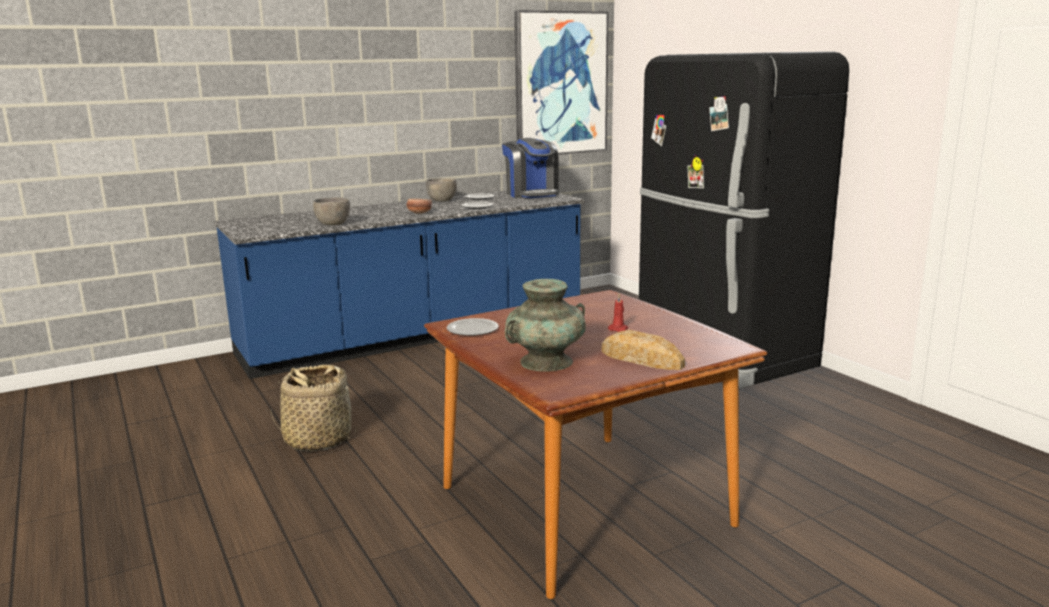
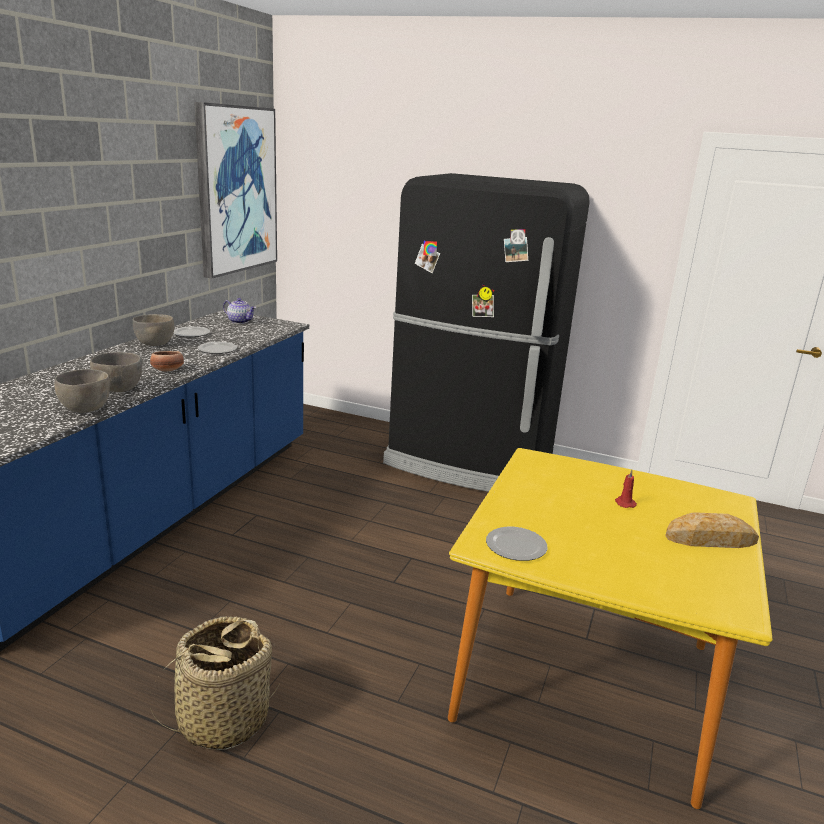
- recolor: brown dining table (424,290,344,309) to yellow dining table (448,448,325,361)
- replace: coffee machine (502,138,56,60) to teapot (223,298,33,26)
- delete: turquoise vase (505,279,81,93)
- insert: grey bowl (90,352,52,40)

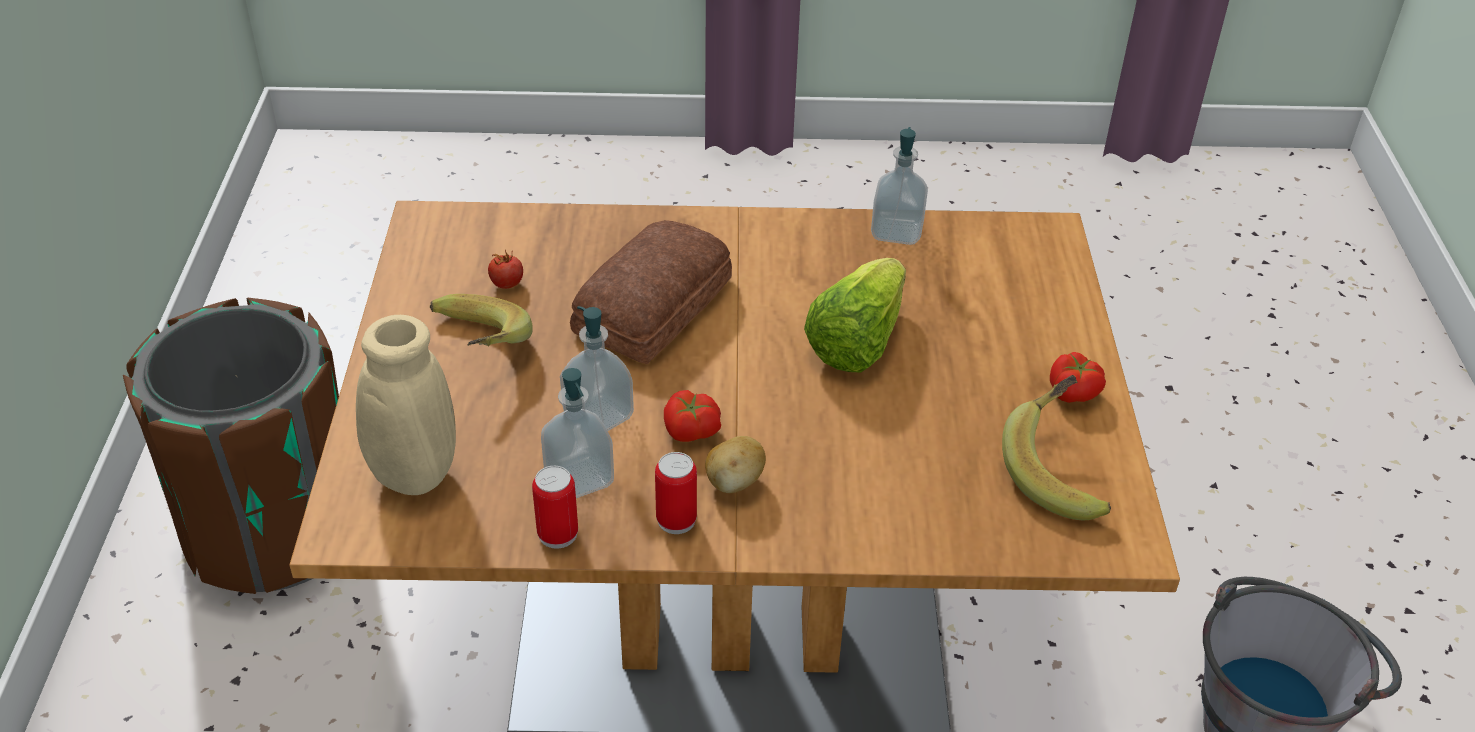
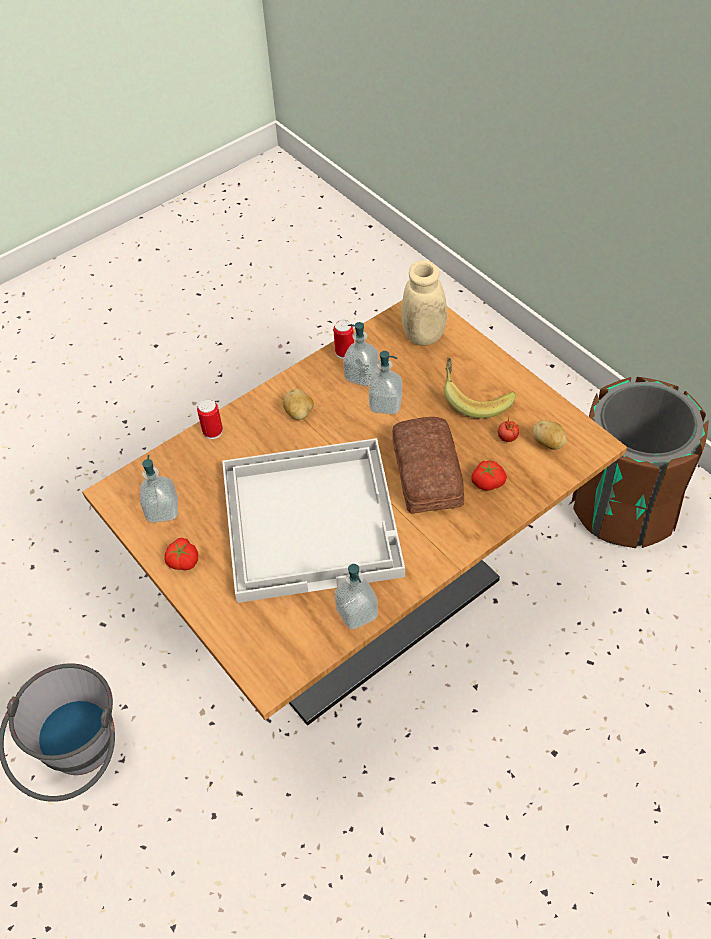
- move: can (655,452,42,82) to (197,399,26,40)
- move: tomato (664,390,57,52) to (471,461,36,29)
- replace: lettuce (804,258,102,115) to white tray (222,438,183,165)
- replace: banana (1002,375,109,145) to soap dispenser (140,455,38,68)
- insert: potato (533,420,33,30)

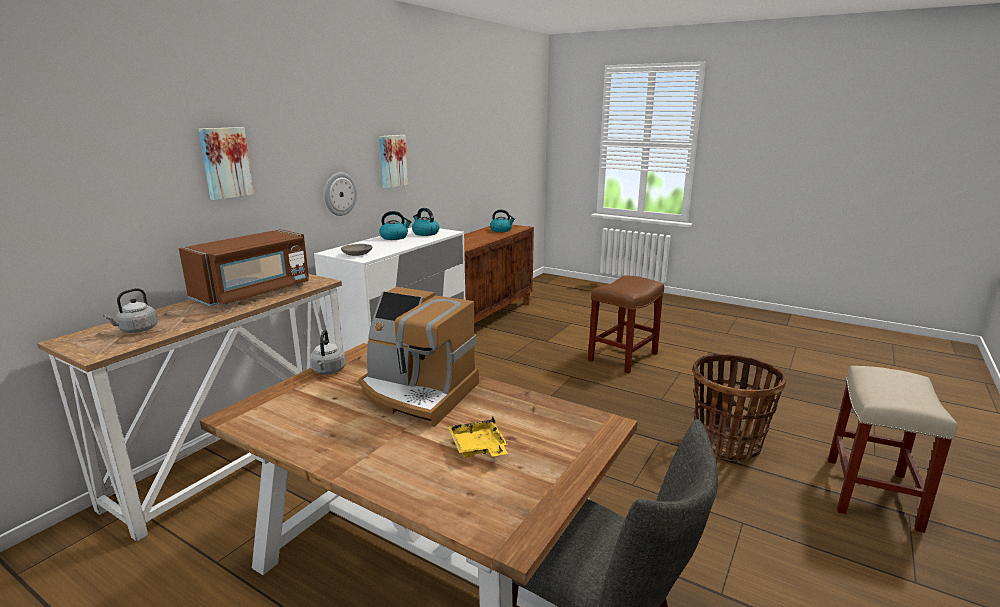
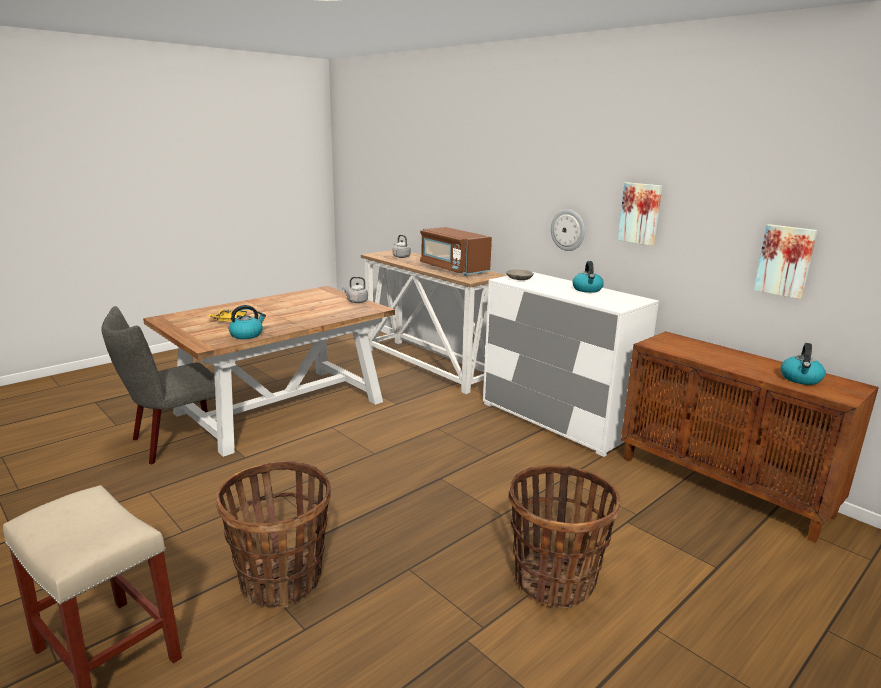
- move: picture (199,127,55,73) to (754,224,63,75)
- delete: coffee machine (359,287,120,140)
- move: kettle (412,208,27,28) to (229,305,37,34)
- replace: brown stool (588,276,76,98) to basket (508,465,113,143)

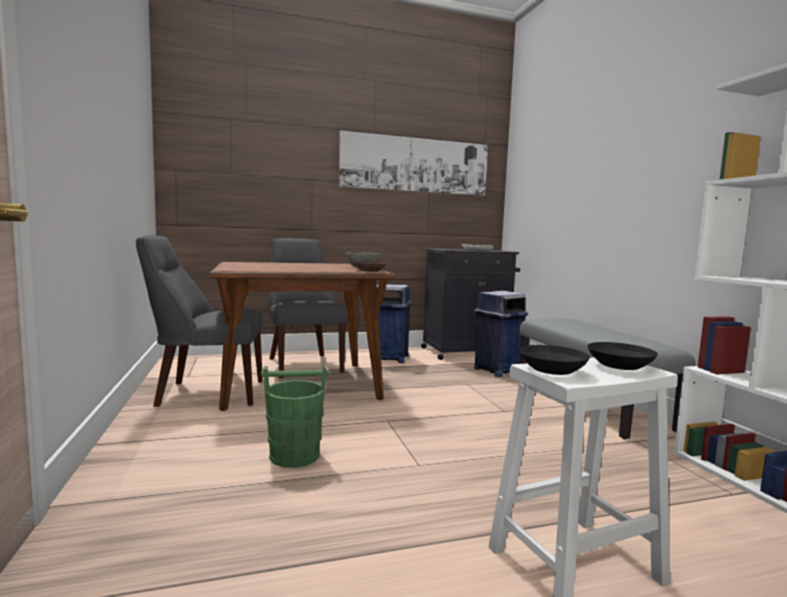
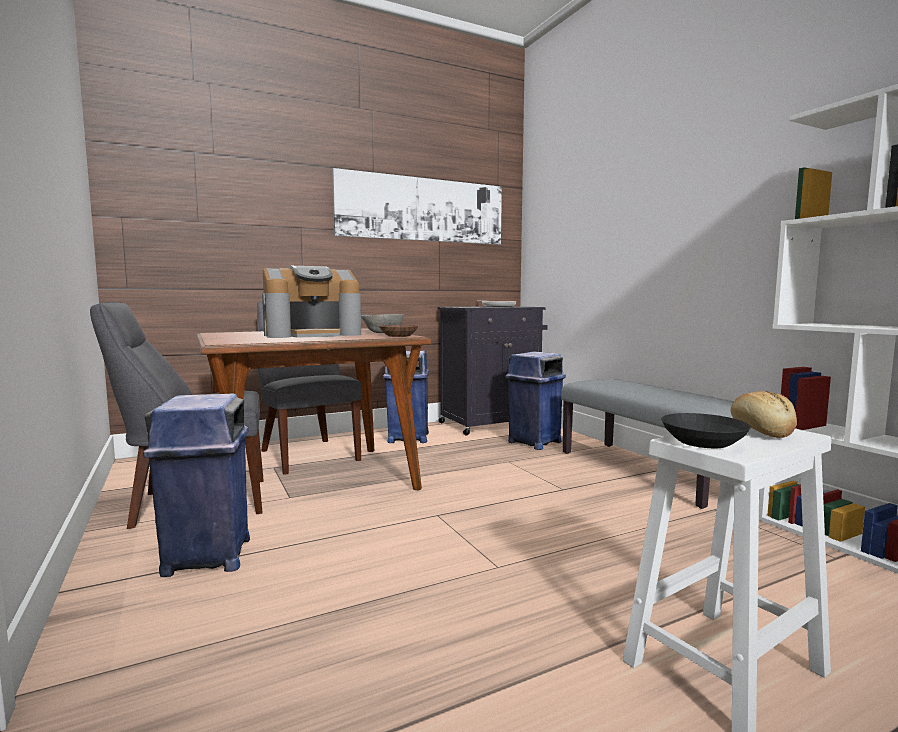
- delete: green bucket (261,365,68,103)
- replace: black bowl (587,342,71,28) to bread (731,391,66,47)
- insert: blue trash can (143,394,107,183)
- insert: coffee machine (262,266,99,72)

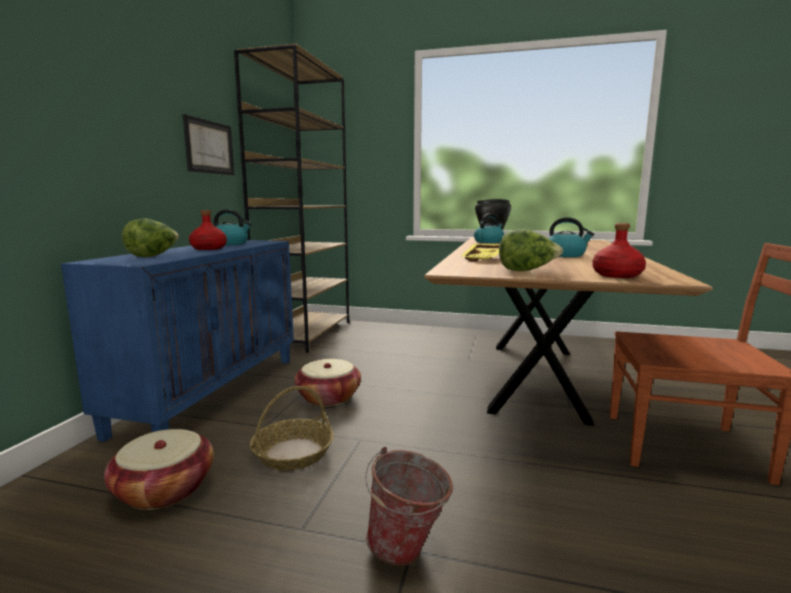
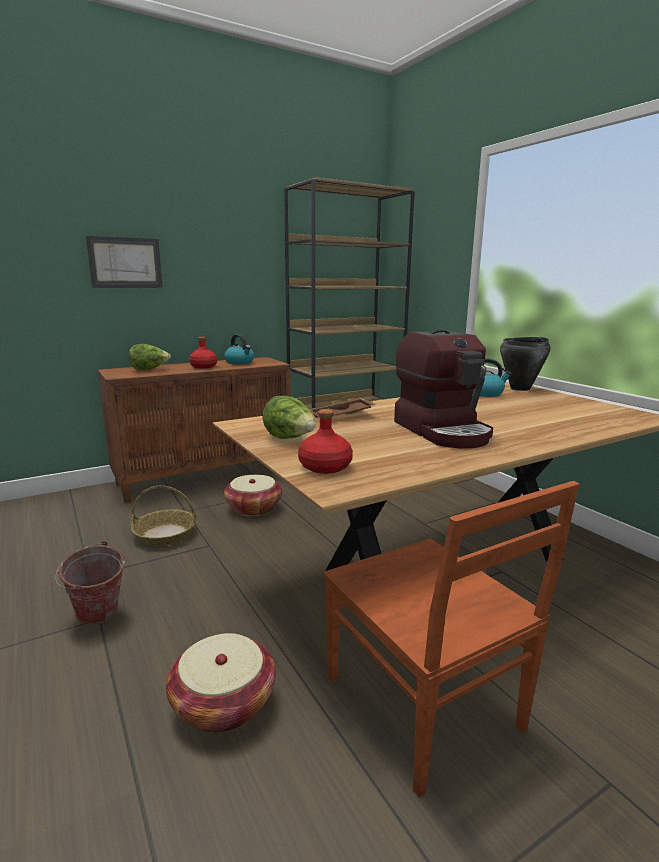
- recolor: blue cabinet (61,240,233,202) to brown cabinet (98,357,193,146)
- move: basket (104,429,110,81) to (166,633,110,100)
- move: picture (182,114,52,61) to (86,236,77,52)
- recolor: yellow tray (460,244,40,18) to brown tray (309,398,67,20)
- replace: kettle (548,217,46,40) to coffee machine (394,330,99,118)

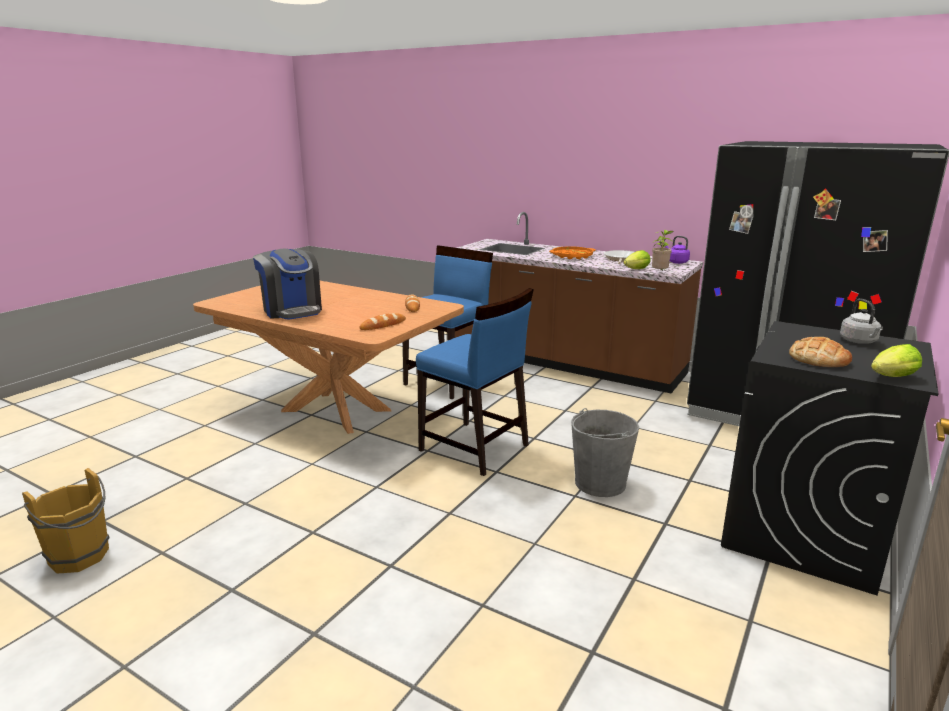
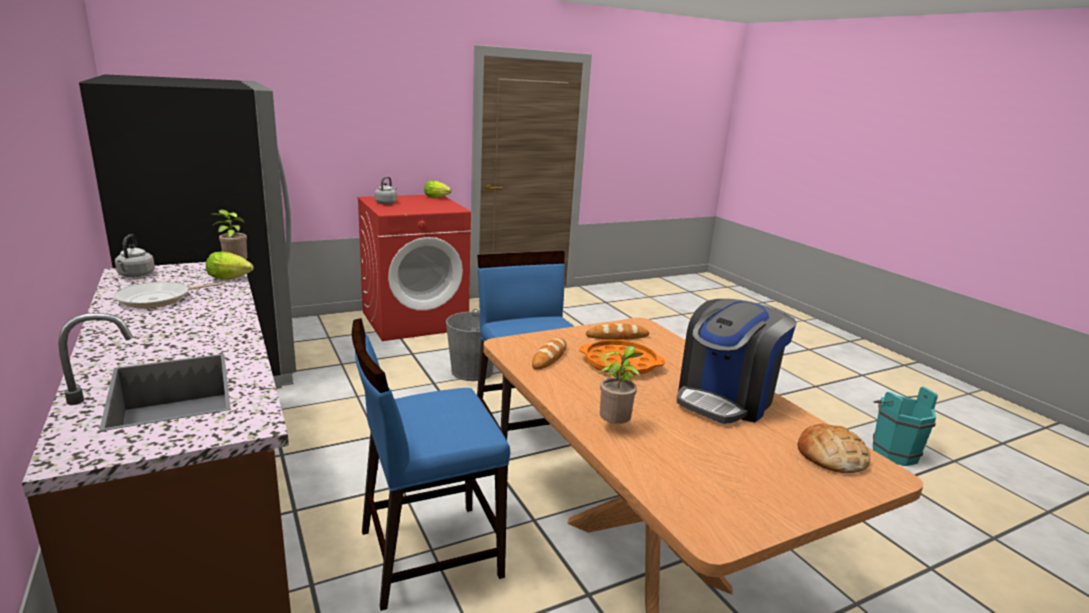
- recolor: brown bucket (22,468,87,105) to turquoise bucket (873,387,65,79)
- rotate: coffee machine (253,248,69,72) = (677,299,120,125) 135 degrees counterclockwise
- move: orange tray (549,246,47,13) to (579,340,86,36)
- recolor: purple kettle (665,236,25,28) to grey kettle (115,234,40,43)
- recolor: black washing machine (721,321,218,275) to red washing machine (357,195,114,146)
- move: bread (789,337,63,30) to (797,423,73,50)
- insert: potted plant (600,346,42,78)

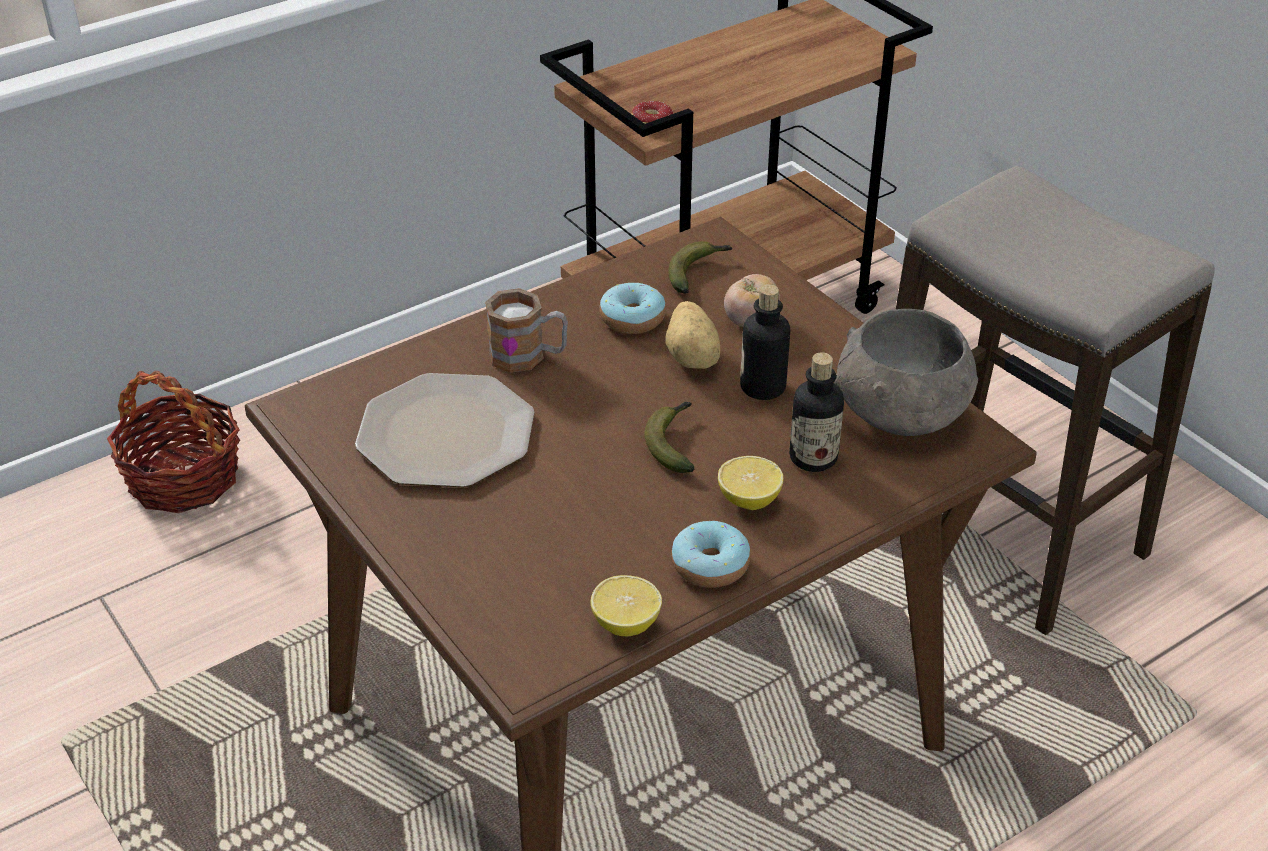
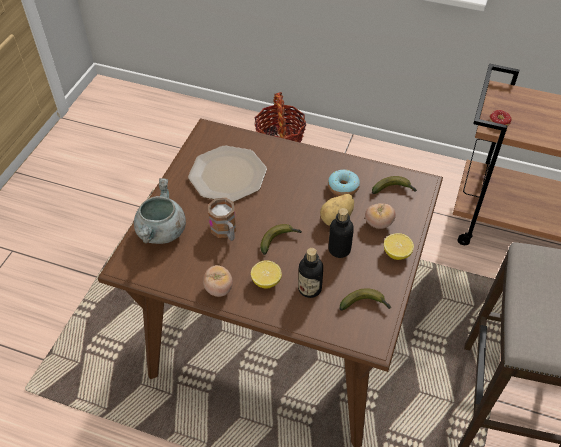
- move: mug (485,288,83,85) to (208,198,28,43)
- move: lemon (590,575,72,61) to (384,233,30,27)
- replace: donut (671,521,79,67) to tomato (203,265,30,32)
- replace: grey bowl (834,309,144,127) to banana (339,288,52,23)
- insert: grey cooking pot (134,178,52,66)

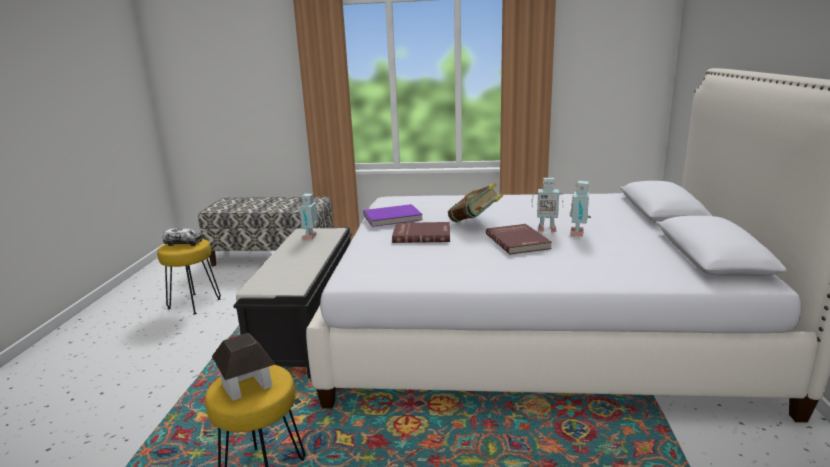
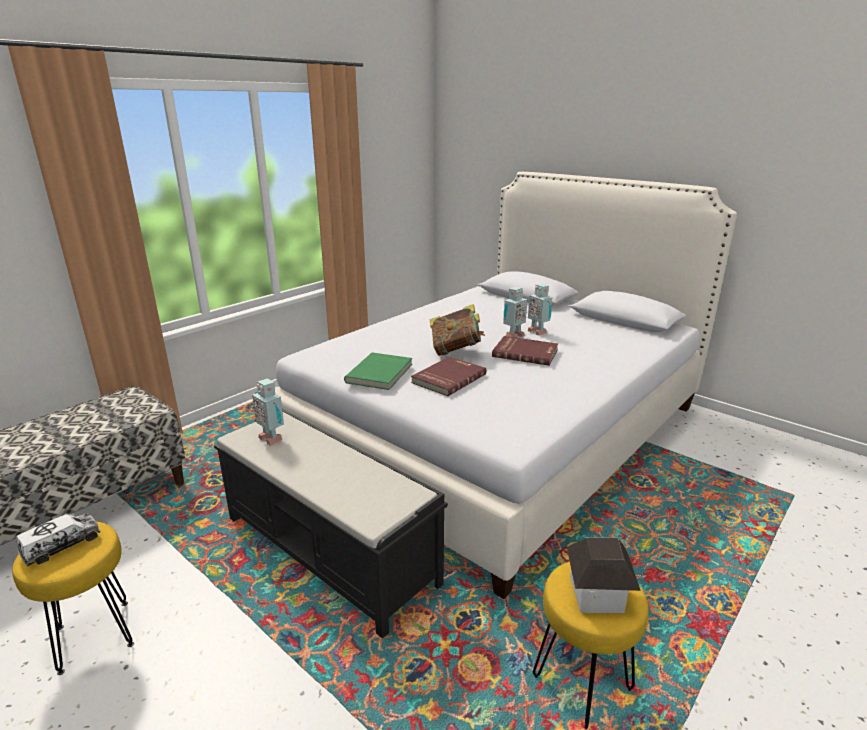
- recolor: purple book (363,204,60,23) to green book (344,352,68,38)

